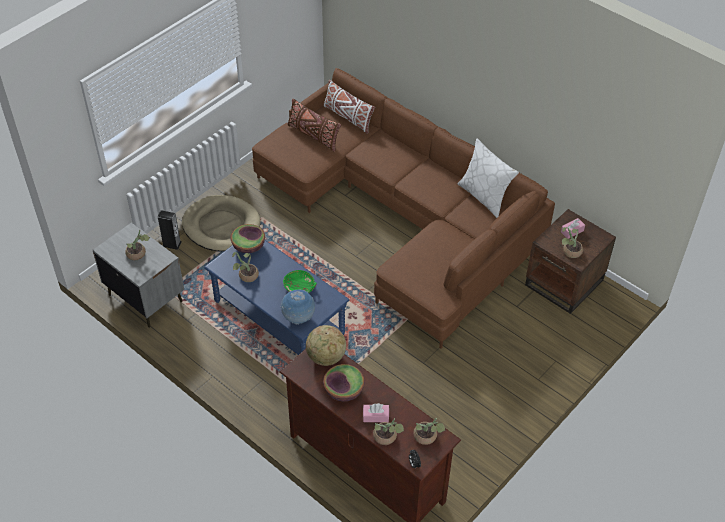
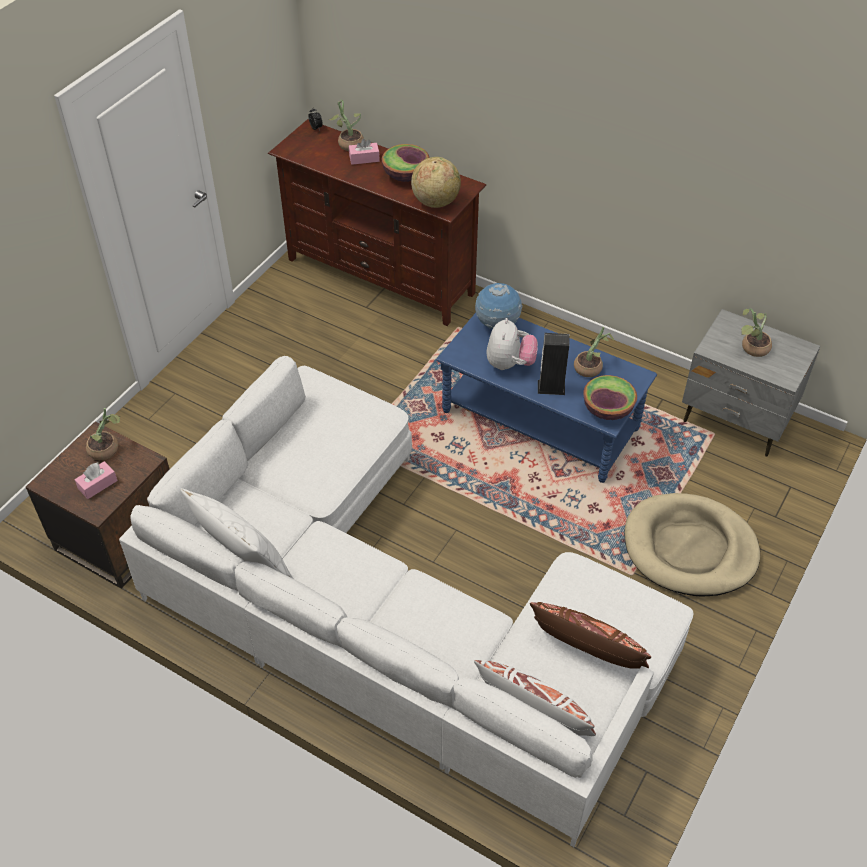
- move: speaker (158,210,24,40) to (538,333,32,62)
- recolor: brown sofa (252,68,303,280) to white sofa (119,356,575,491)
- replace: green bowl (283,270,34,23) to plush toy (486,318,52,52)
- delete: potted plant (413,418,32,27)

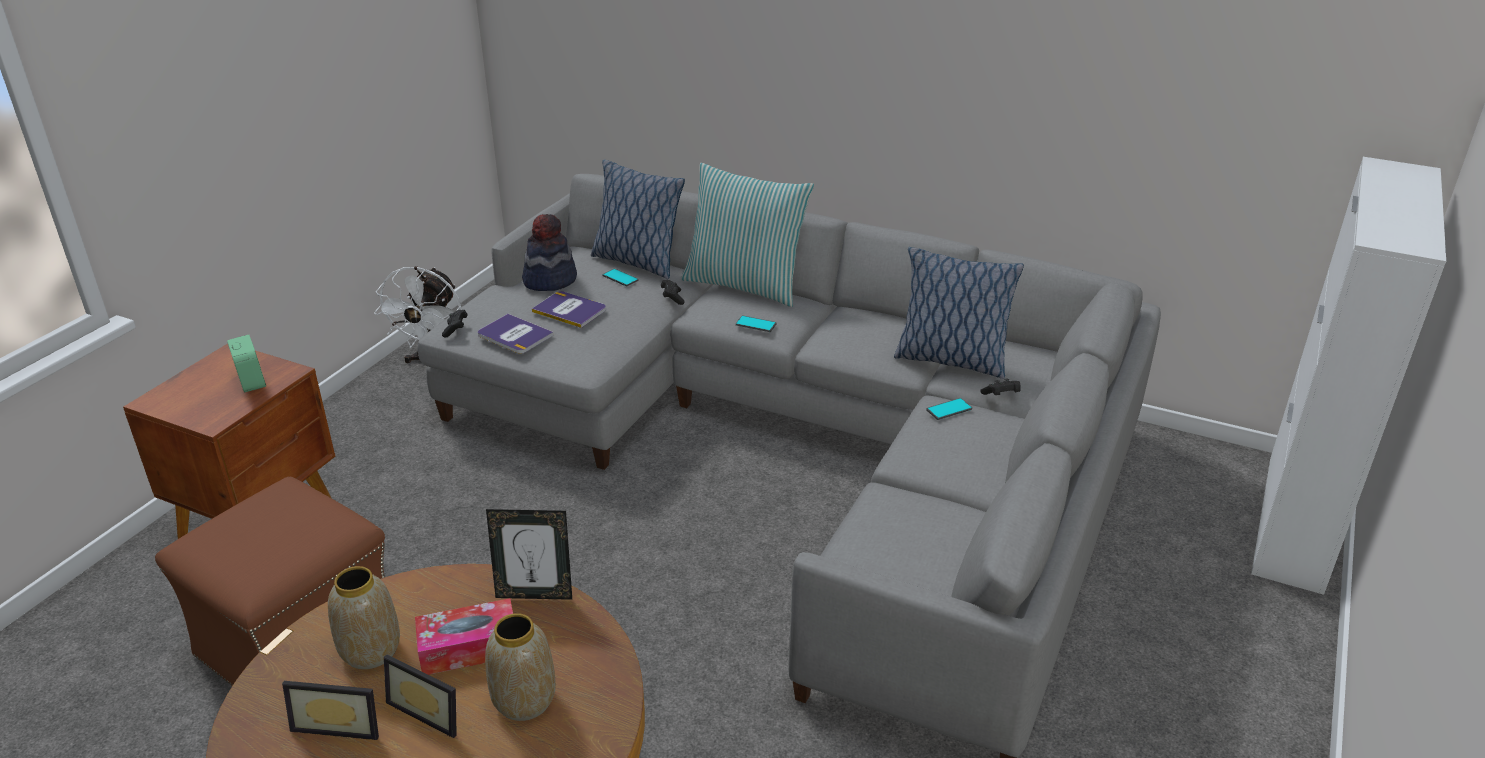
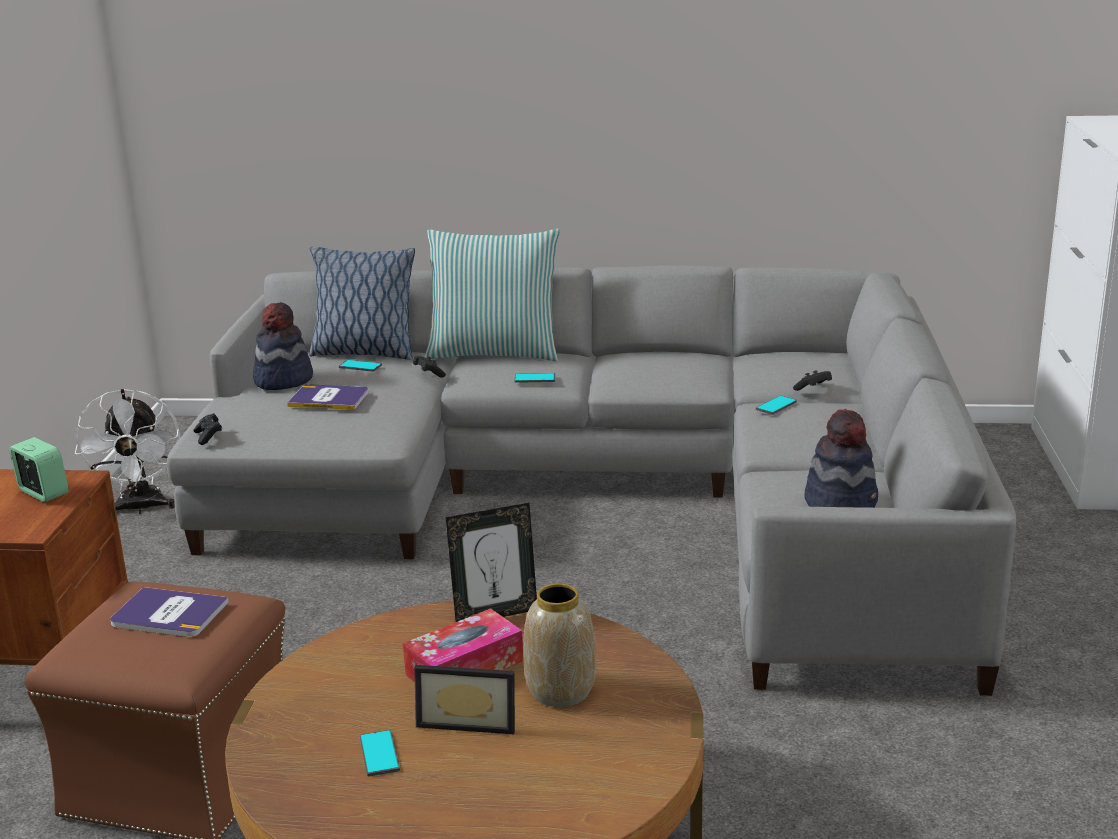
- replace: picture frame (282,681,97,59) to phone (360,730,40,47)
- delete: vase (328,566,72,103)
- move: book (478,314,76,40) to (110,587,119,50)
- delete: pillow (894,247,130,132)
- insert: hat (805,409,73,99)

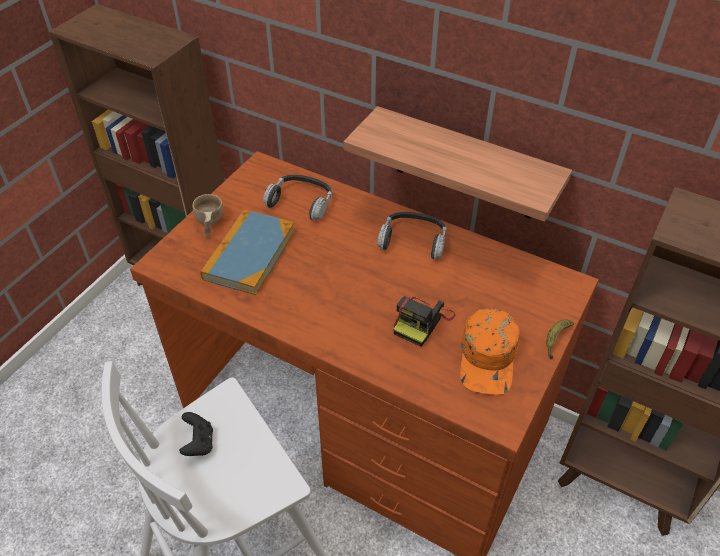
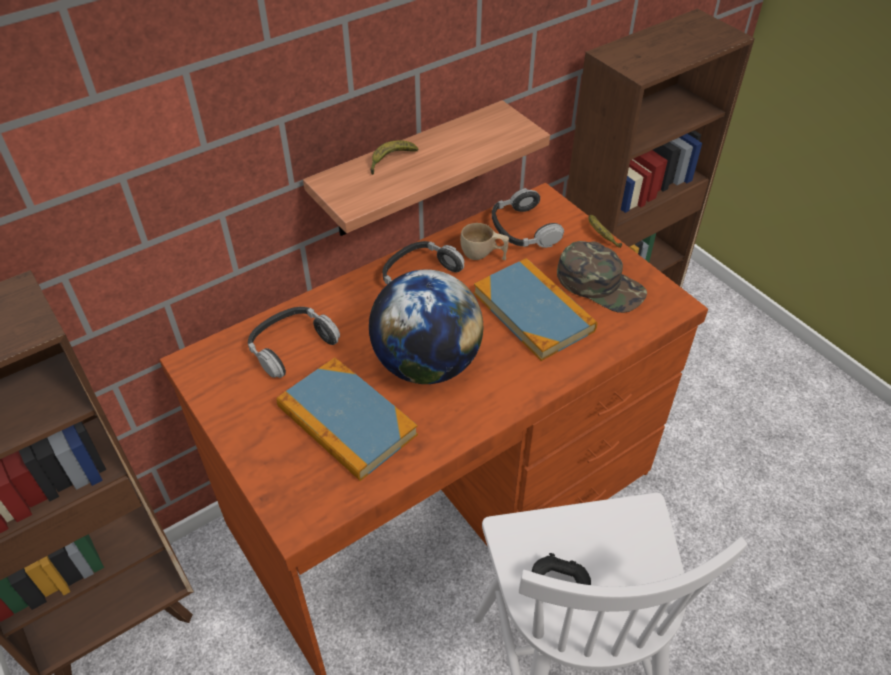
- move: beige cup (192,194,31,44) to (460,223,49,37)
- replace: photo camera (393,296,62,51) to book (474,258,123,103)
- recolor: orange cap (460,308,59,87) to green cap (557,241,90,72)
- insert: globe (369,269,114,115)
- insert: banana (370,140,48,35)
- insert: headphones (492,188,72,60)

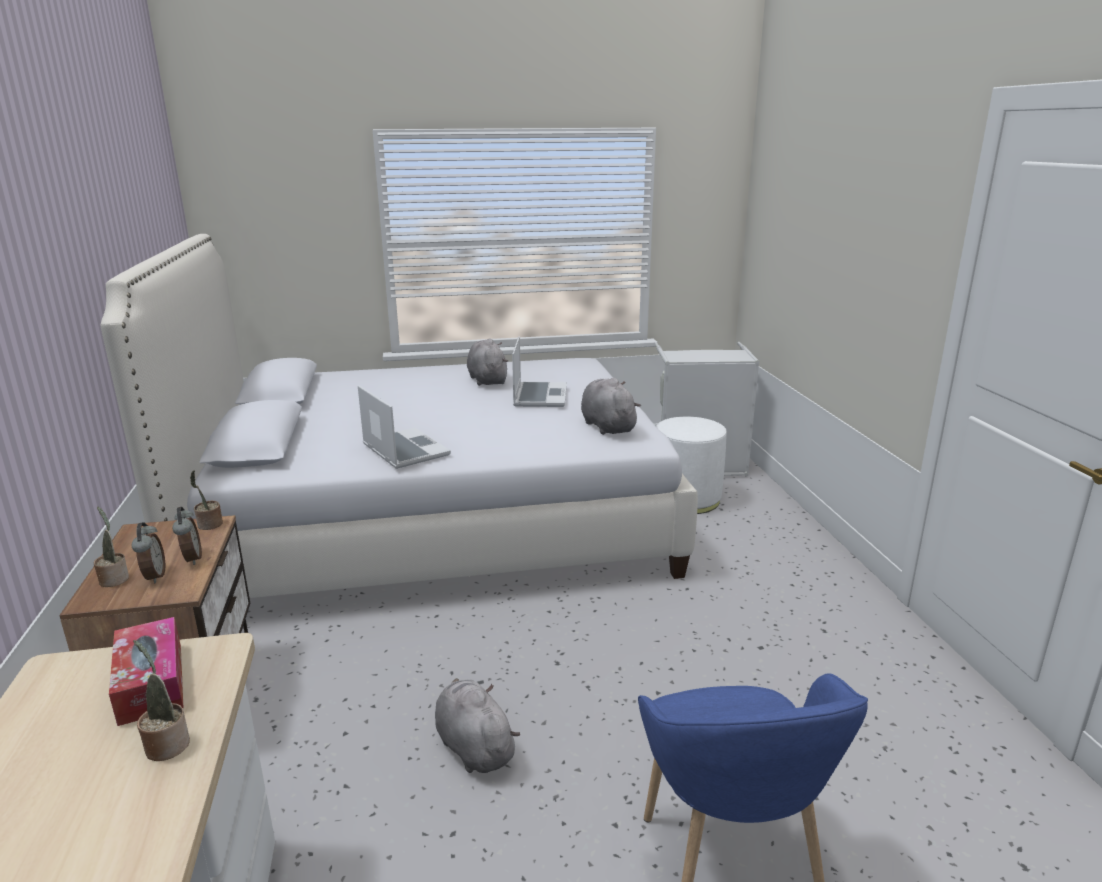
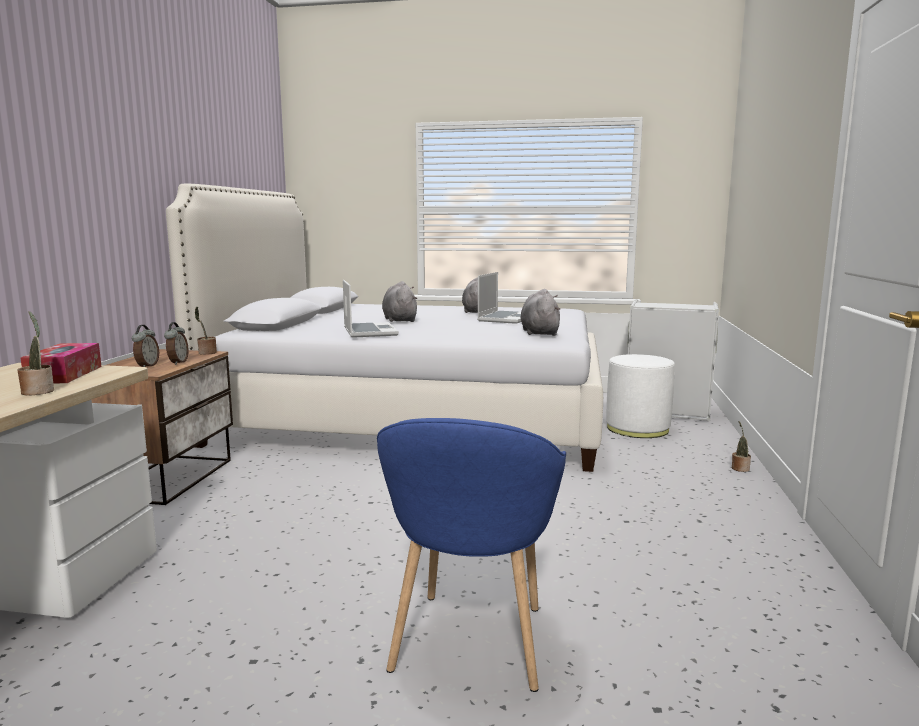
- move: potted plant (94,506,35,81) to (732,421,19,51)
- move: grey plush toy (435,678,85,95) to (382,281,35,41)

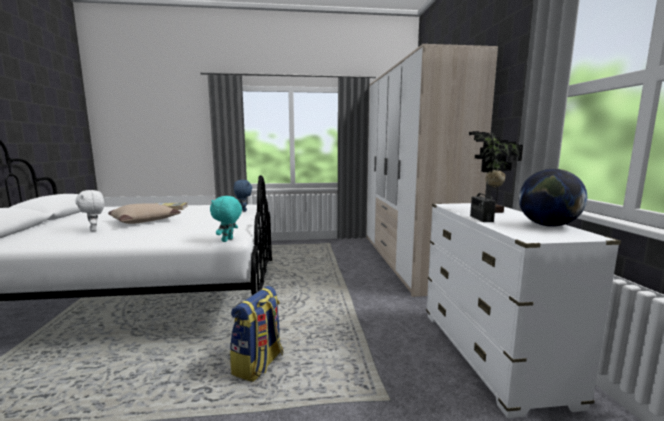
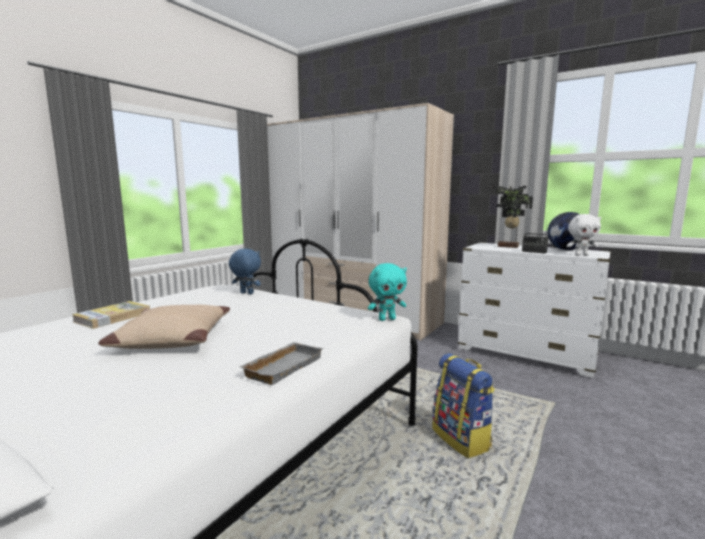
- move: white plush toy (75,190,29,41) to (567,214,34,42)
- rotate: turquoise plush toy (210,196,32,46) = (368,263,39,58) 75 degrees counterclockwise
- insert: grey tray (239,342,84,43)

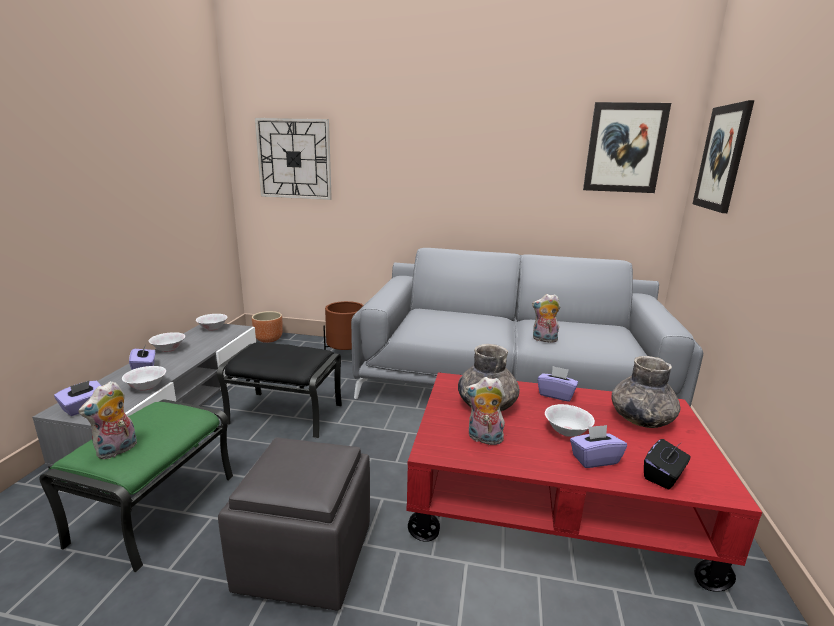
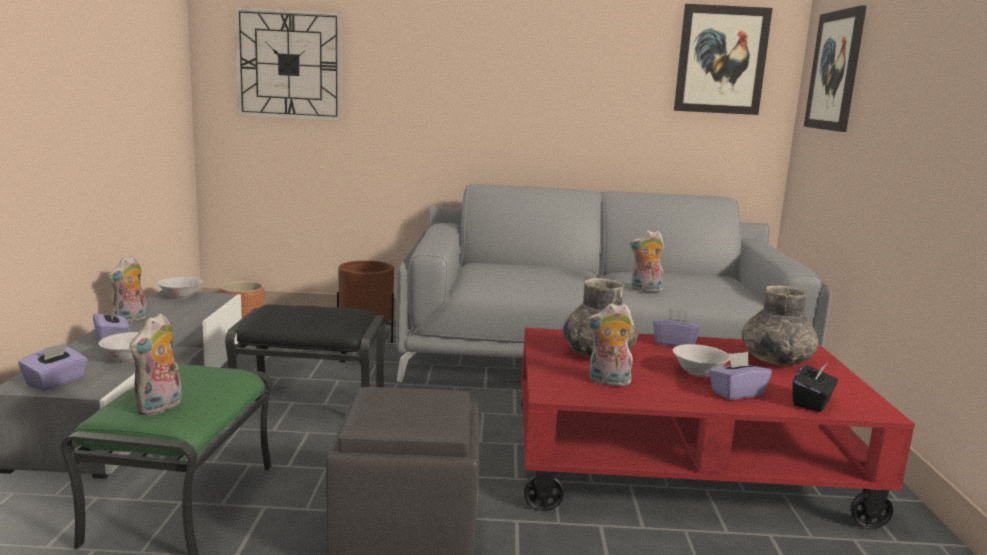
- replace: white bowl (149,332,36,20) to plush toy (108,256,40,67)

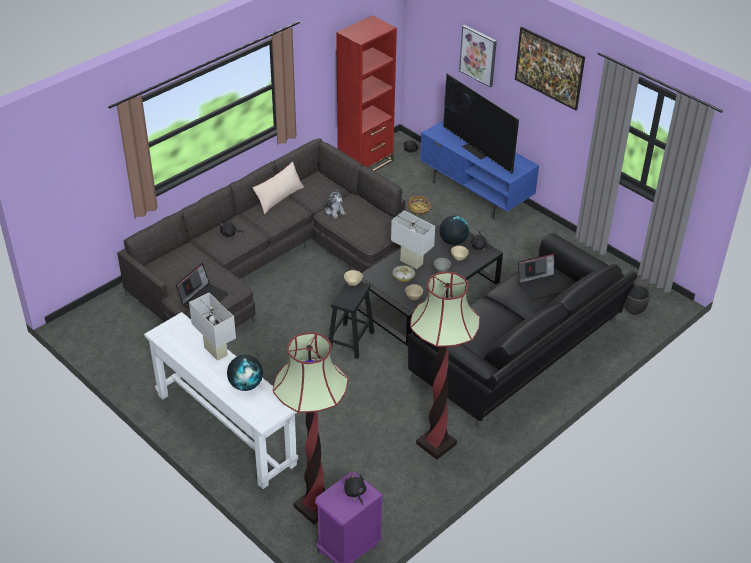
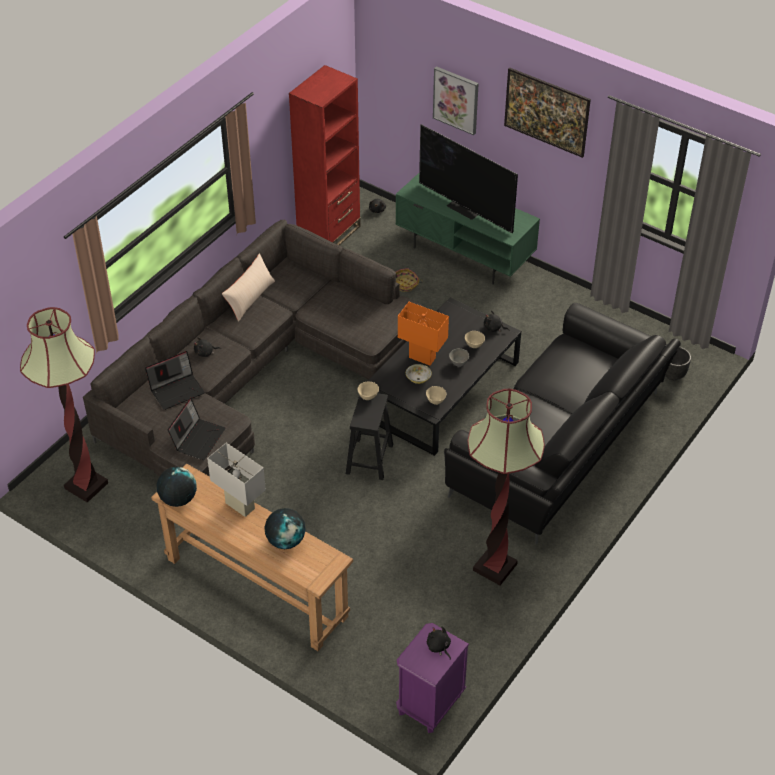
- recolor: white console table (144,312,155,177) to brown console table (151,463,202,188)
- move: floor lamp (273,332,75,192) to (20,307,88,196)
- delete: plush toy (325,189,21,29)
- recolor: white table lamp (391,211,44,58) to orange table lamp (398,302,51,64)
- recolor: blue tv stand (420,121,119,98) to green tv stand (396,173,144,112)
- move: globe (440,215,29,30) to (157,467,40,40)
- move: laptop (518,253,47,48) to (145,351,60,59)

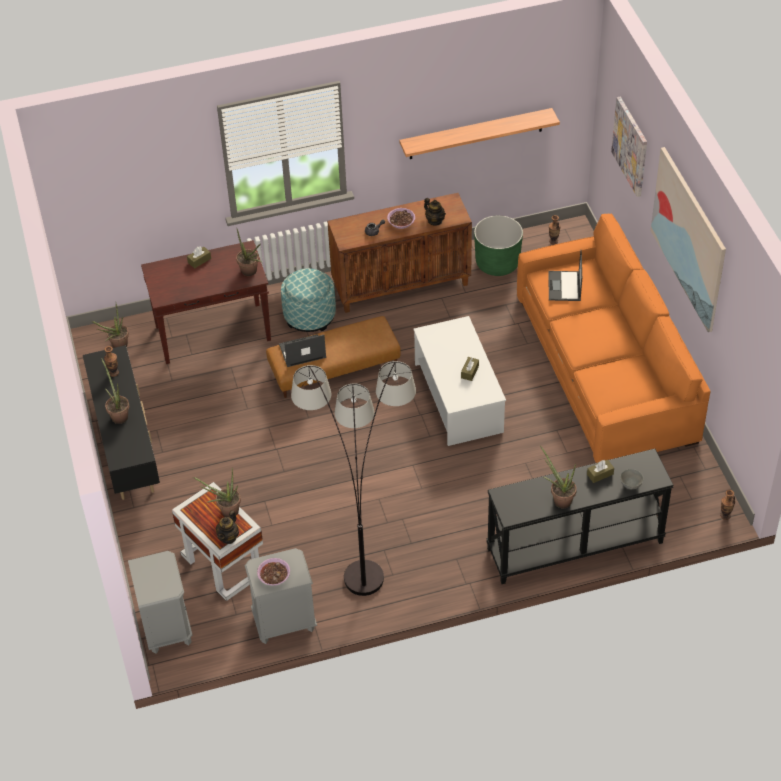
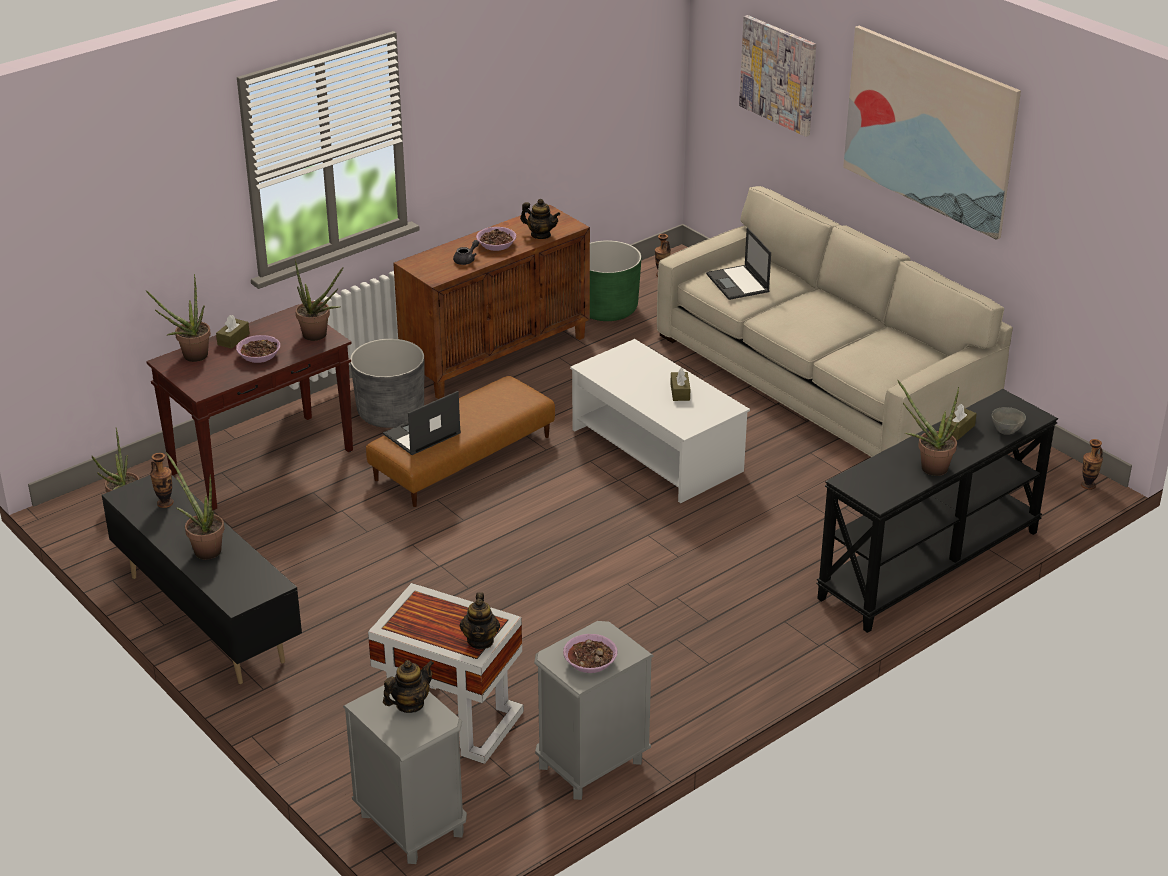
- move: potted plant (193,469,48,49) to (146,274,65,88)
- replace: ottoman (281,268,55,64) to grey planter (350,339,74,89)
- delete: floor lamp (291,361,125,235)
- delete: shelf (399,108,161,51)
- recolor: orange sofa (517,213,194,250) to beige sofa (657,186,356,271)
- insert: bowl (236,335,44,28)
- insert: teapot (383,660,51,53)

